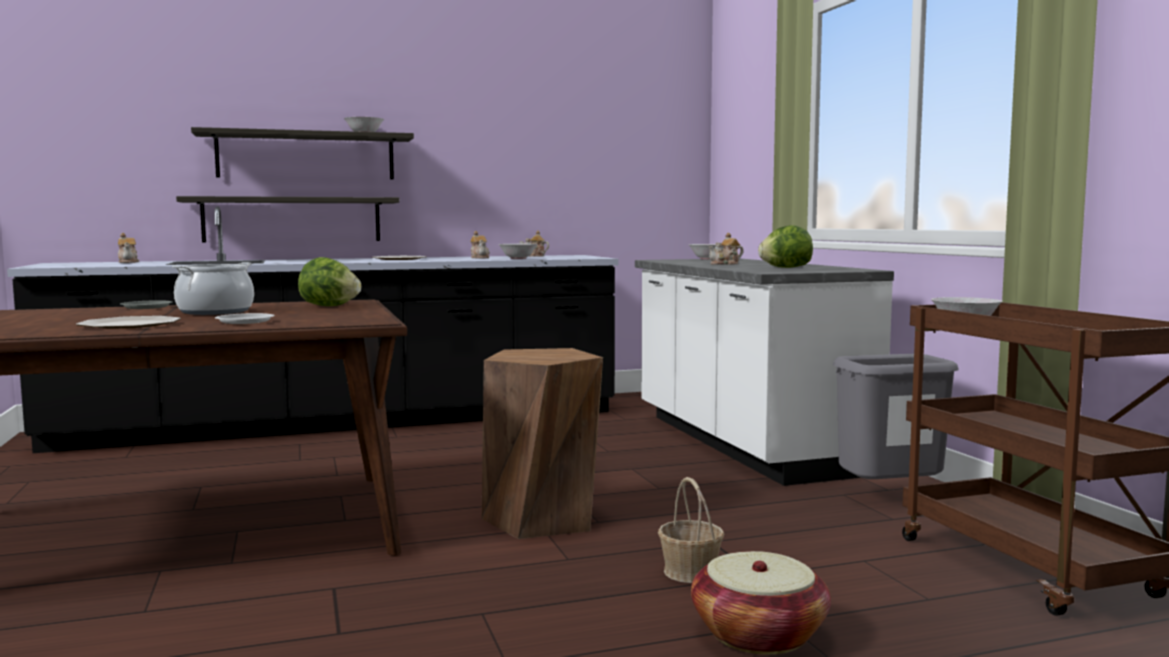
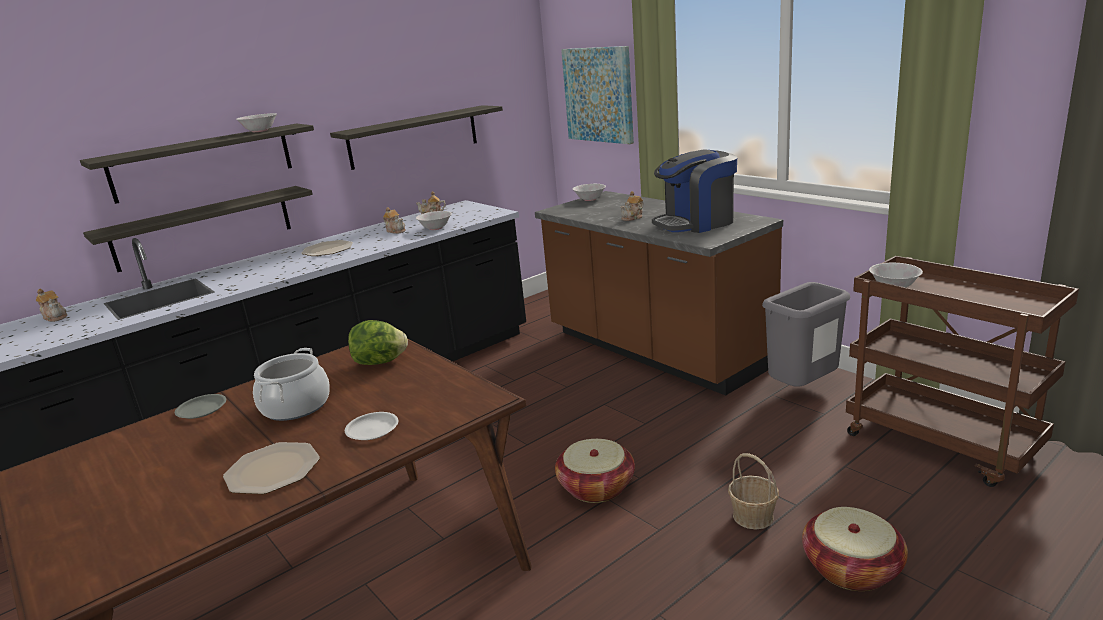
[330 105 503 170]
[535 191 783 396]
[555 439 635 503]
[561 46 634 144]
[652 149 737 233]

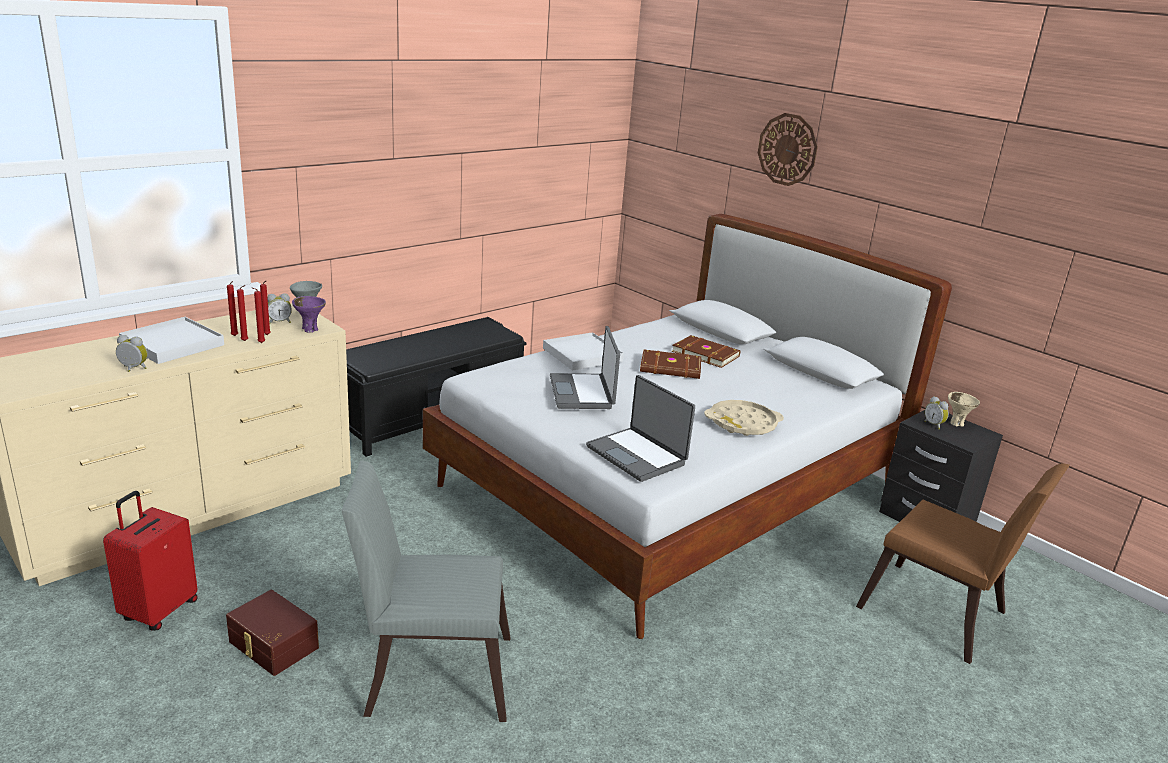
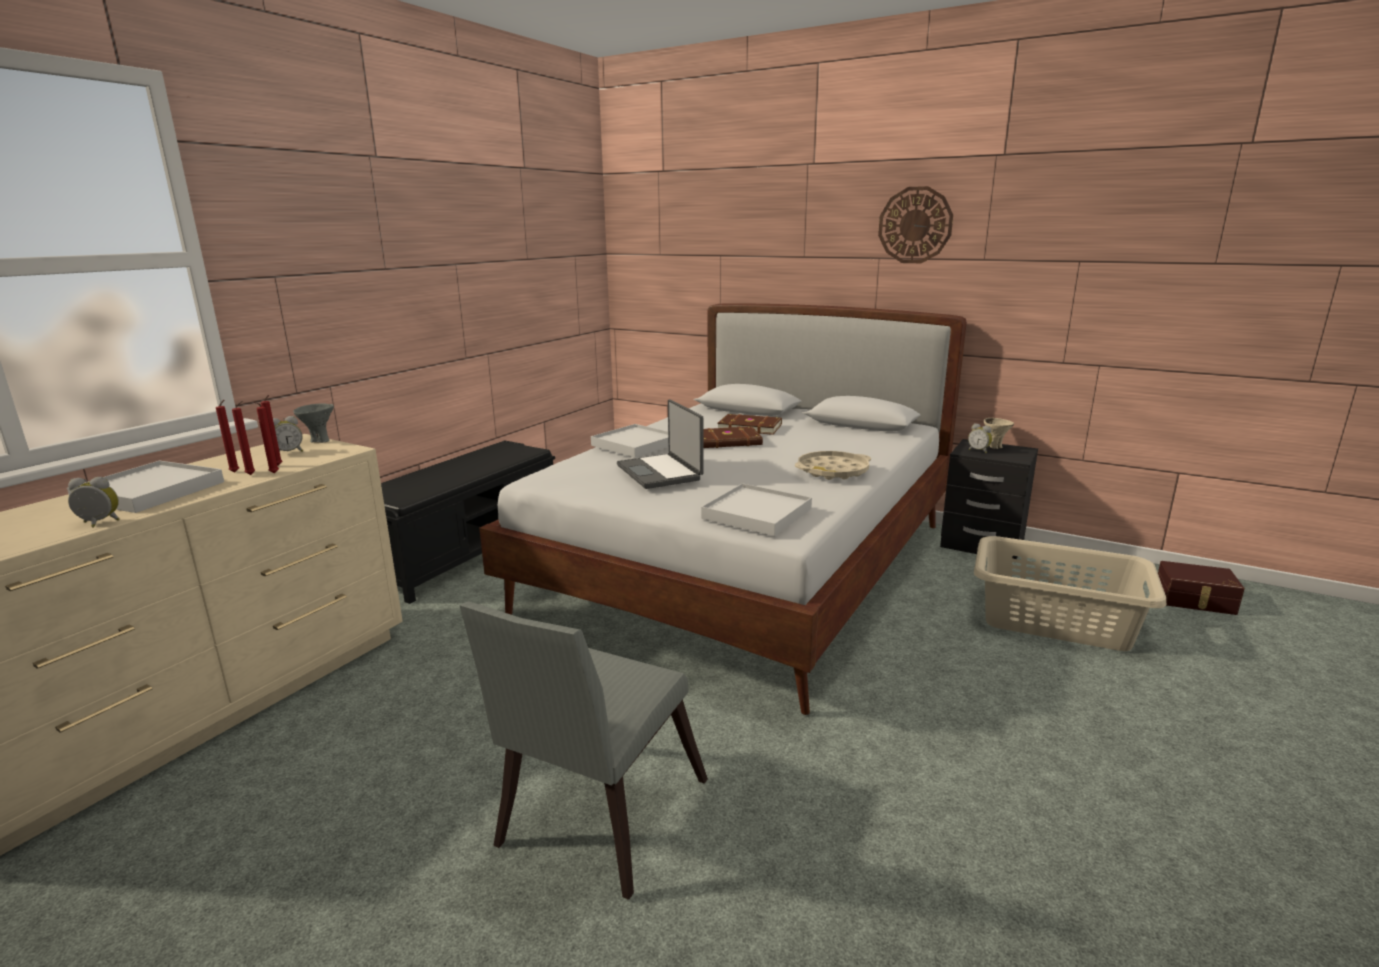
[460 601 708 900]
[701 483 812 536]
[878 186 953 263]
[974 536 1166 651]
[1158 561 1245 615]
[103 491 198 631] (first image)
[292 296 326 333] (first image)

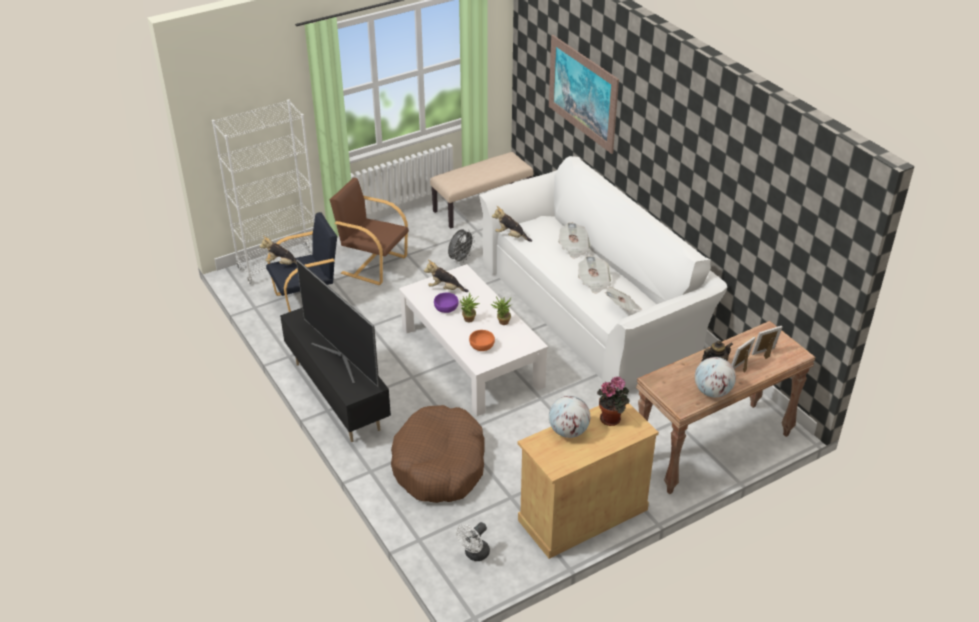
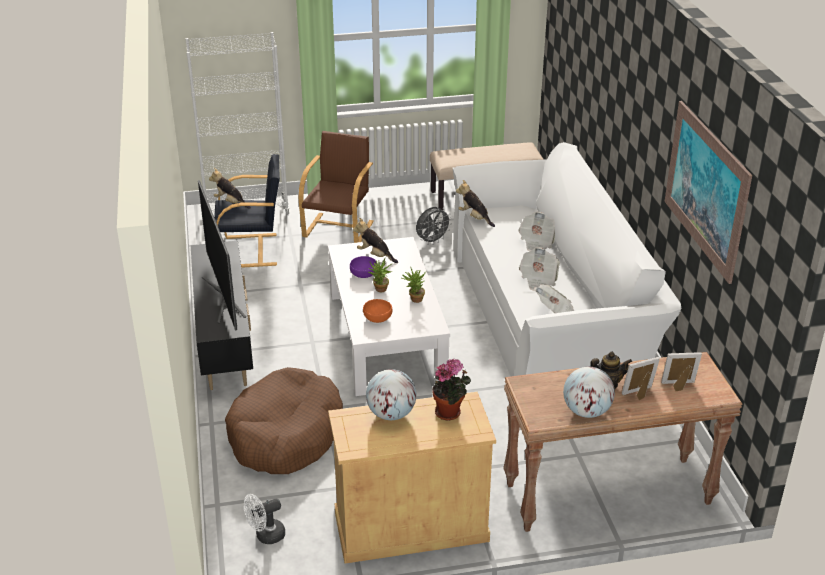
[299 131 374 243]
[664 101 752 284]

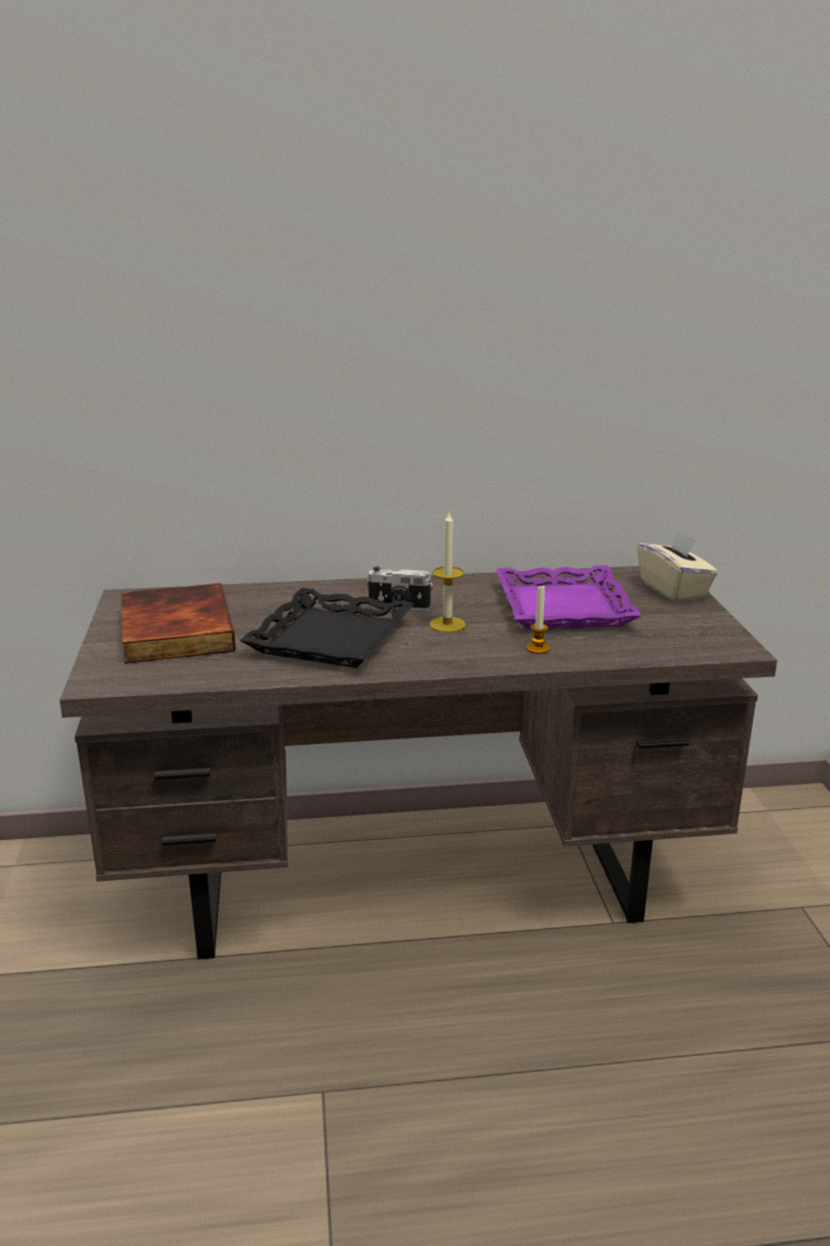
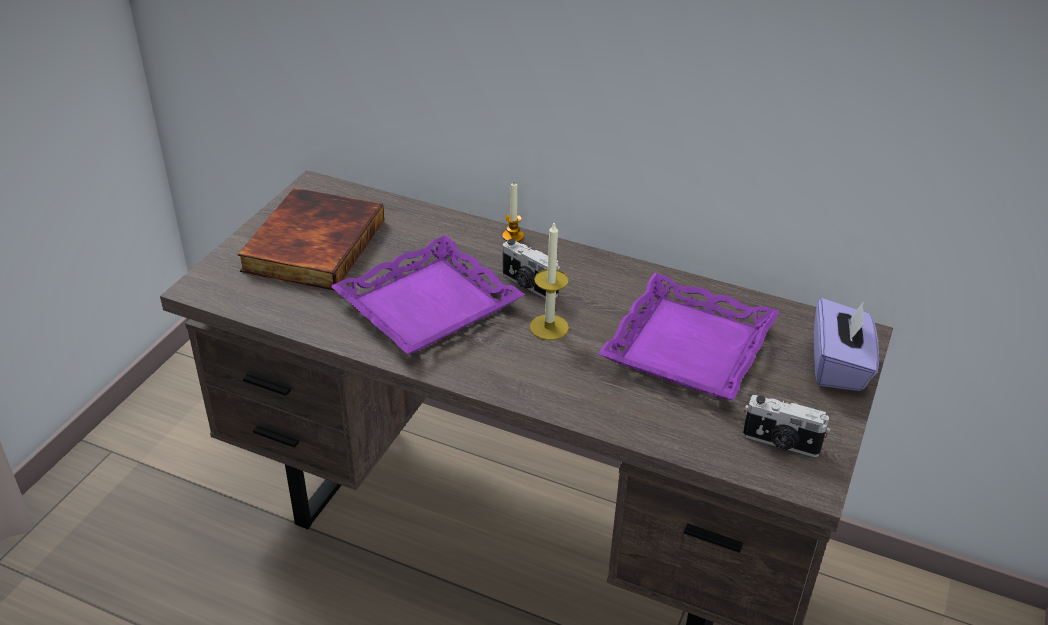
[331 235 525 354]
[502 183 524 242]
[743 395 830 457]
[814 298 879 391]

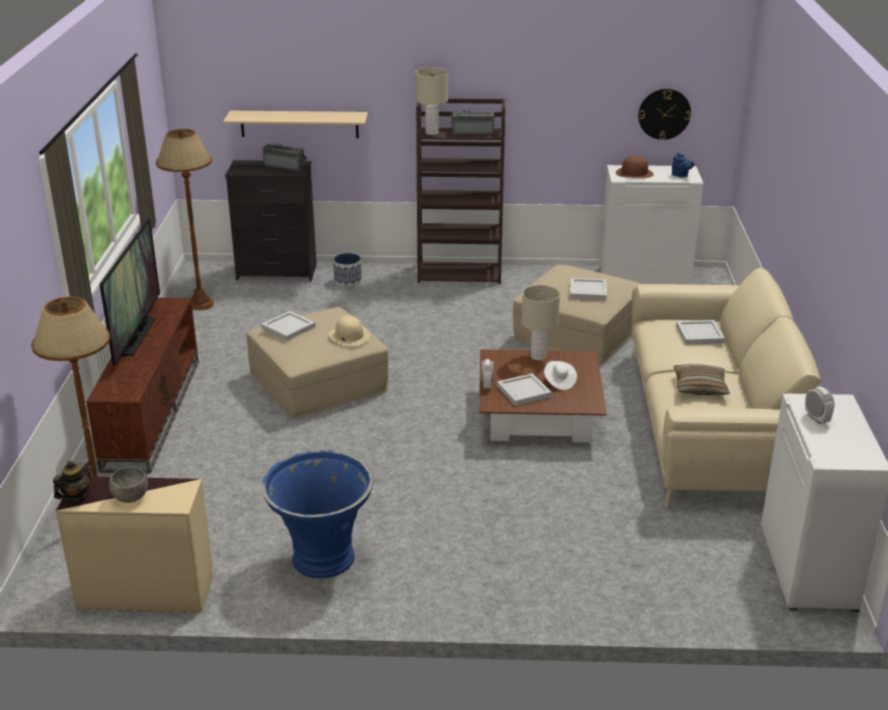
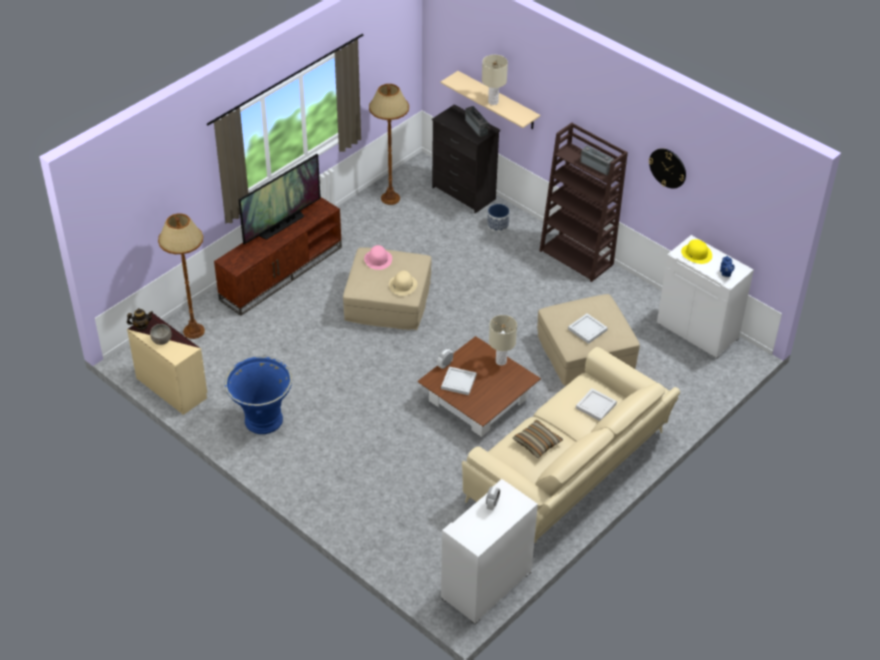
[364 245 392 270]
[482 55 508 105]
[649 148 686 189]
[681 239 712 264]
[544 361 577 390] (first image)

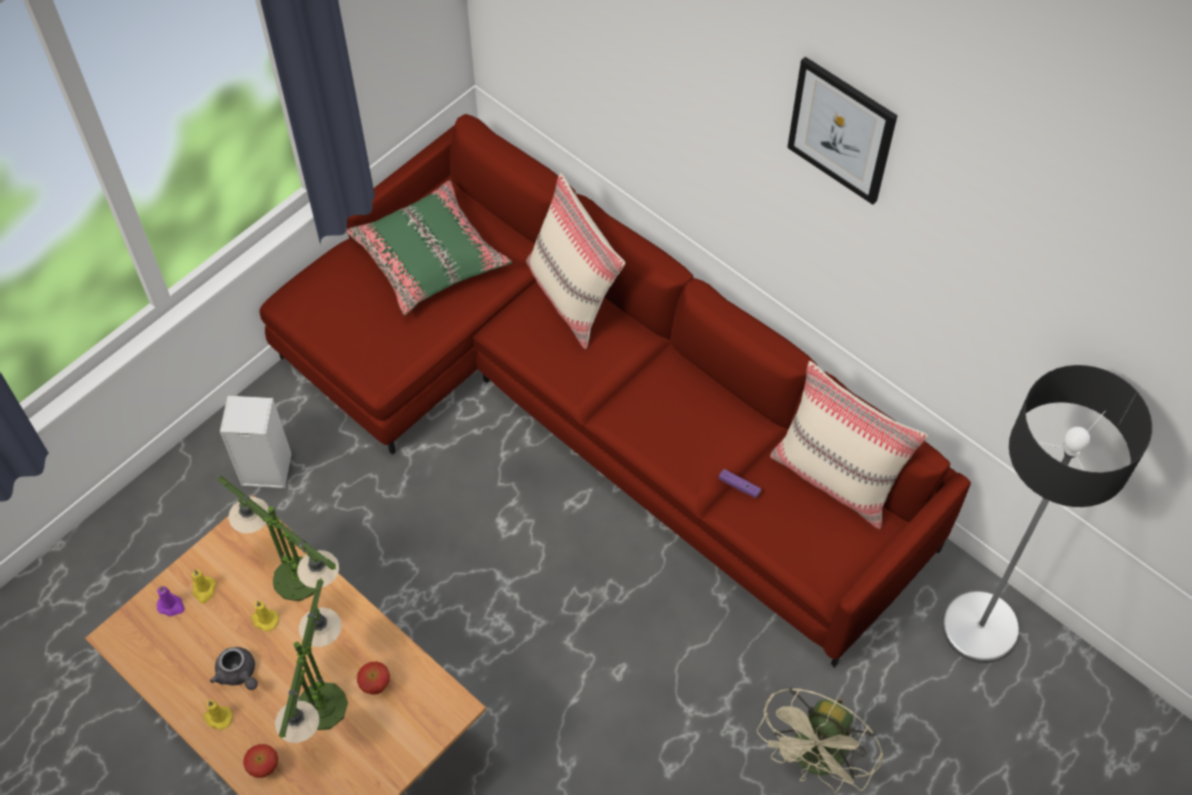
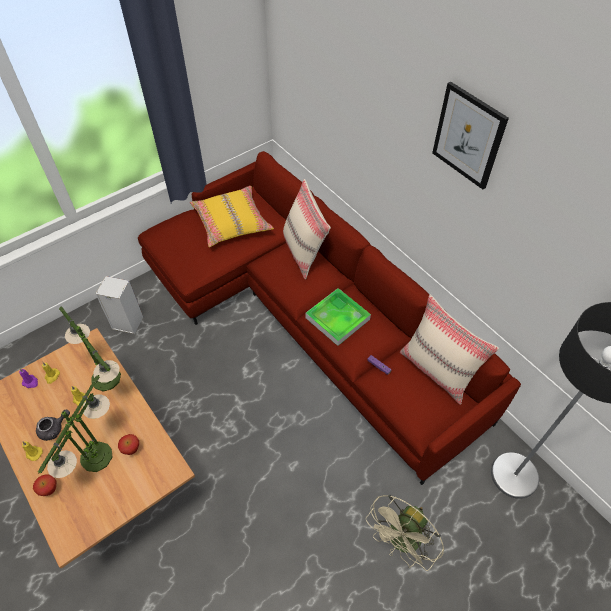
[36 410 70 441]
[190 186 274 247]
[306 288 371 346]

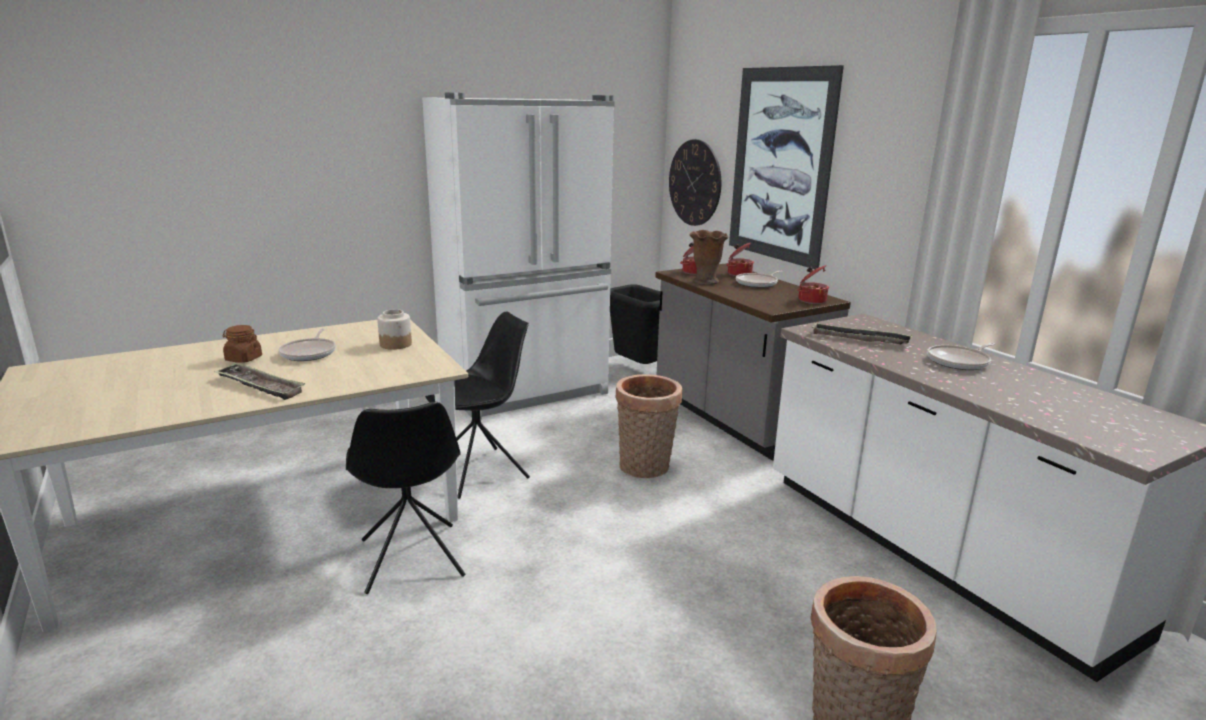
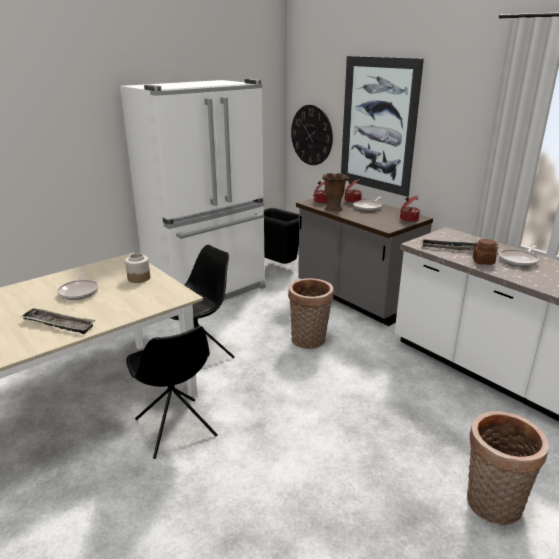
[473 239 499 265]

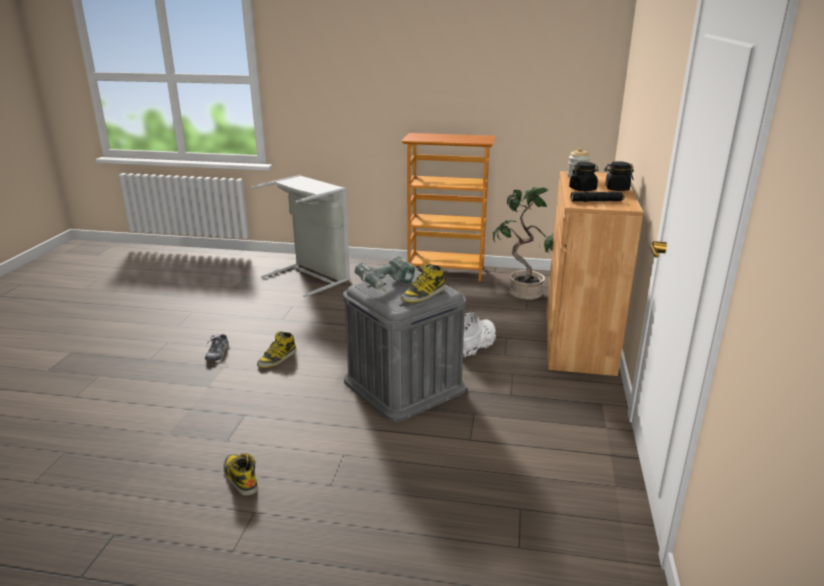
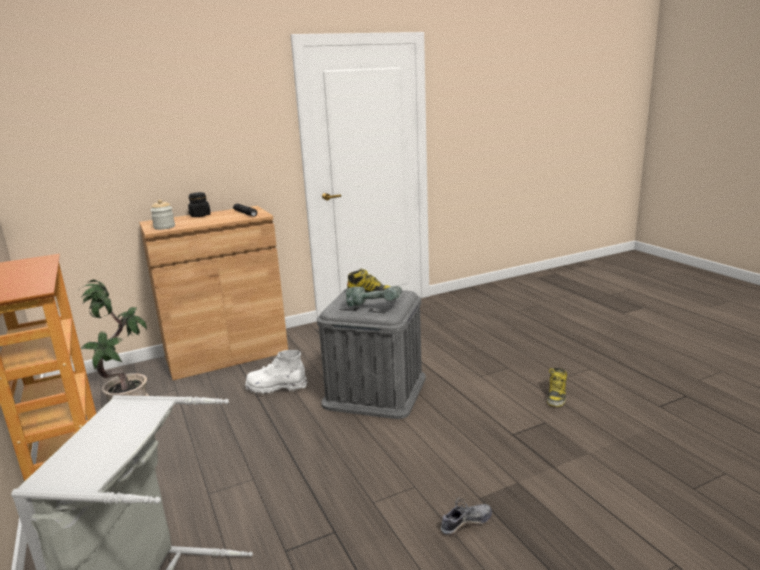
[257 331 296 368] (first image)
[569 162 598 191] (first image)

